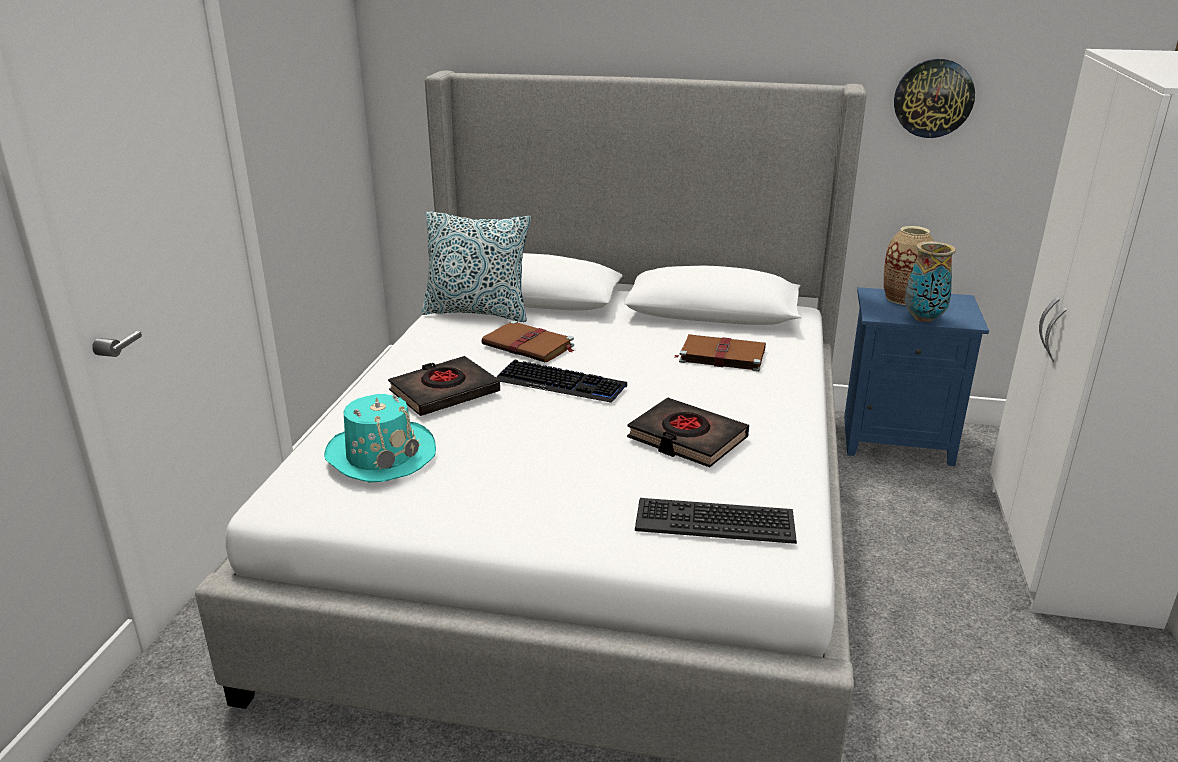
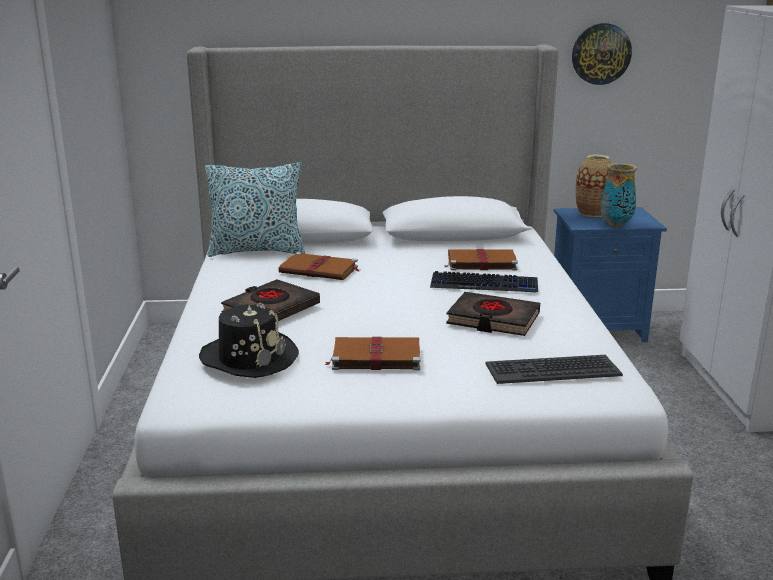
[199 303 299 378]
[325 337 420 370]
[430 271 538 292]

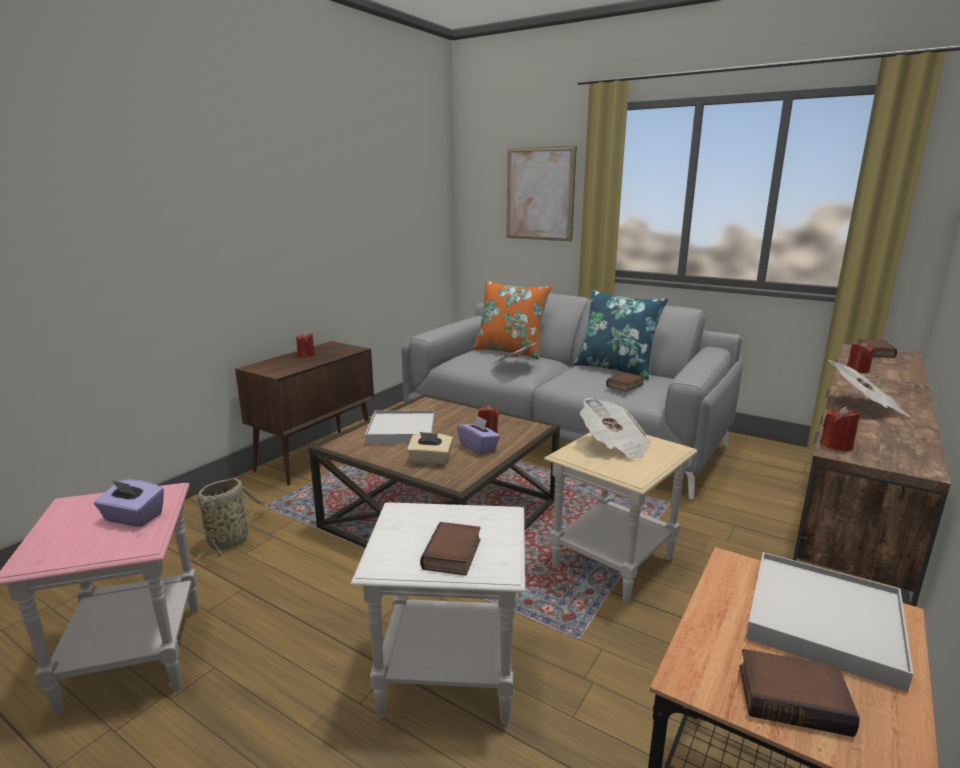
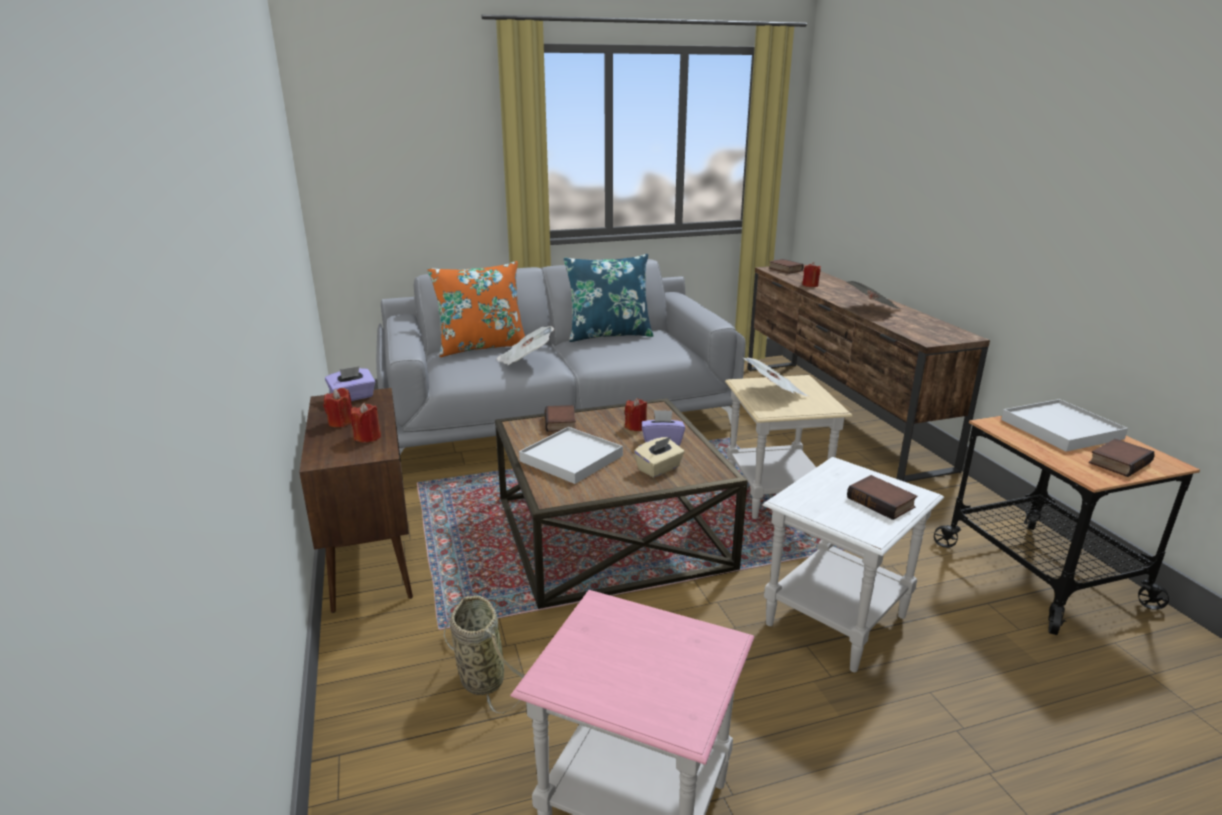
[325 366 375 401]
[351 402 381 443]
[545 405 576 432]
[506 146 577 241] (first image)

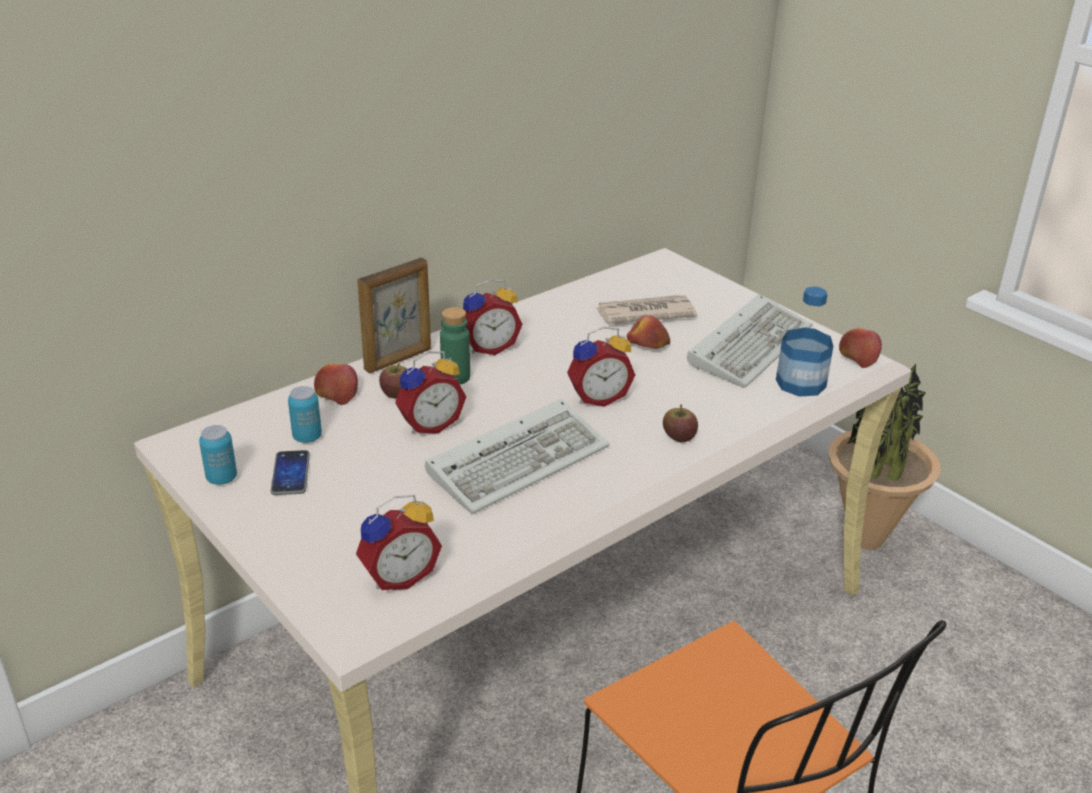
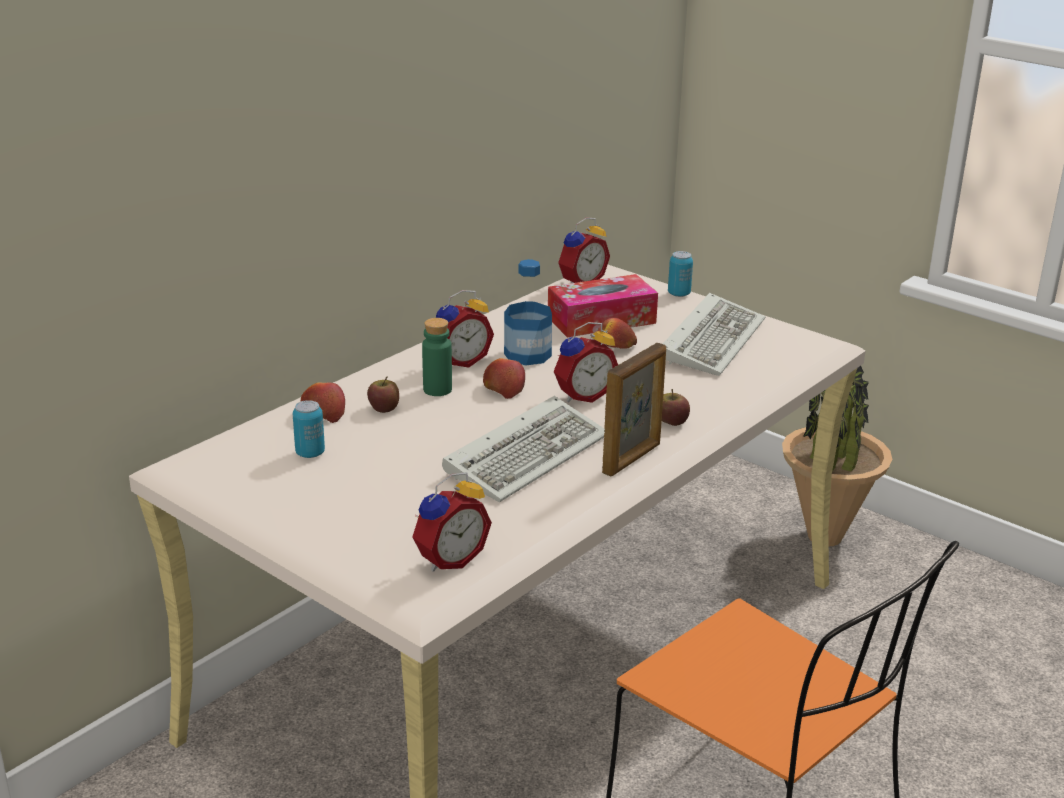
[483 358 525 399]
[504 259 552 365]
[548 274 658 337]
[558 217 610 283]
[602 343 666 477]
[668 251 693 297]
[271 450 310 495] (first image)

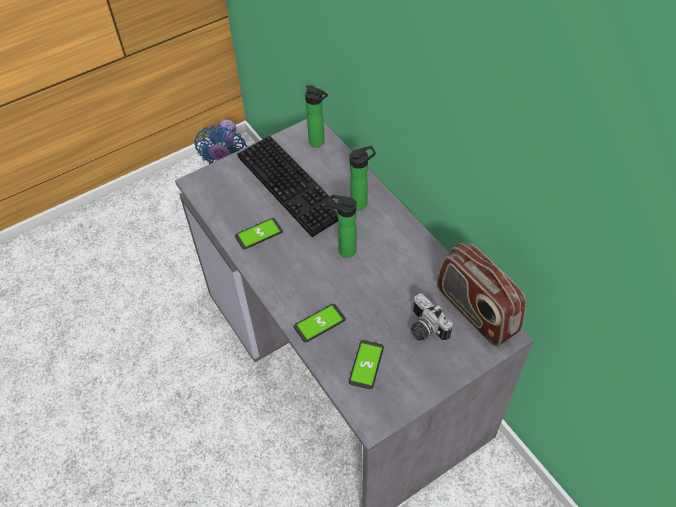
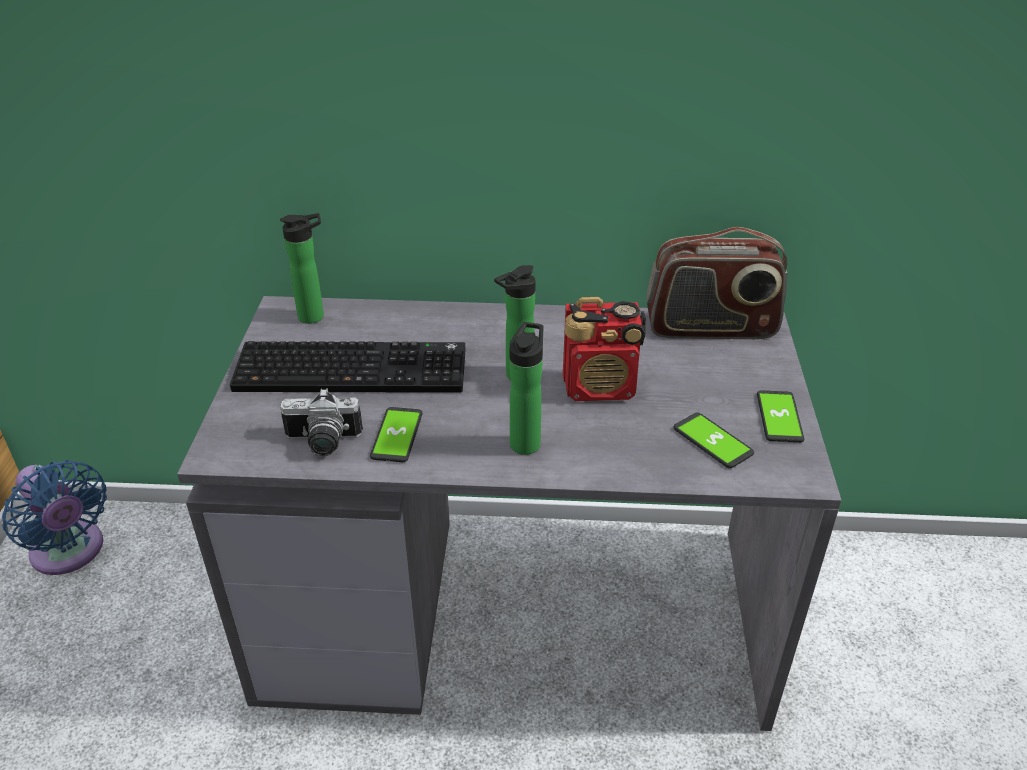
[280 388 363 456]
[509 322 543 455]
[563 297 646 401]
[757 390 804 443]

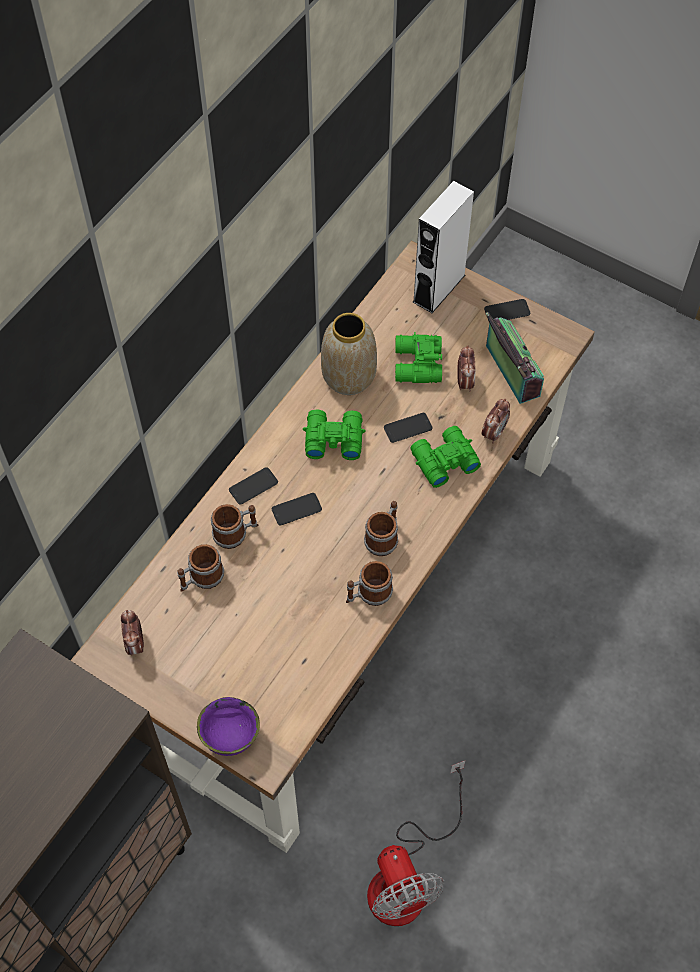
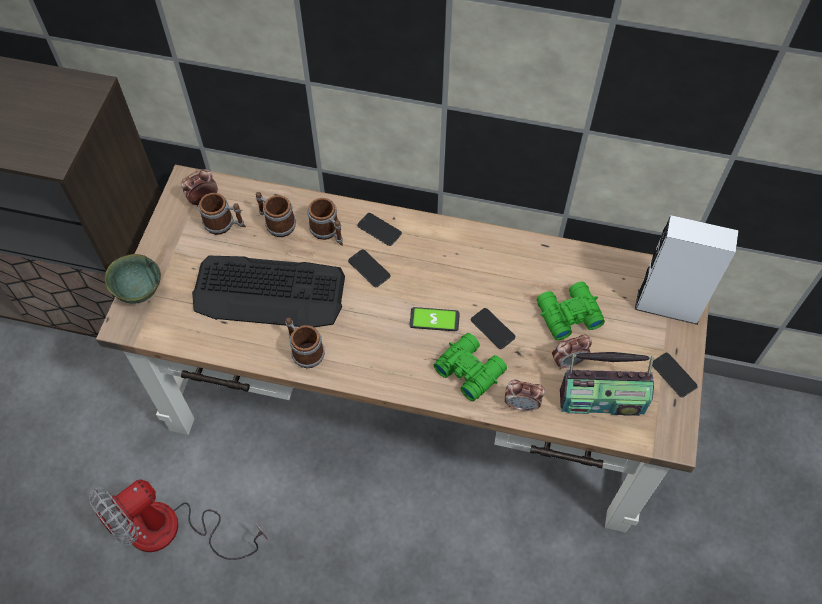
[105 254 161 304]
[192 256 345 327]
[199 193 246 235]
[410 307 460 331]
[560 352 654 416]
[303 409 366 460] (first image)
[321 313 377 395] (first image)

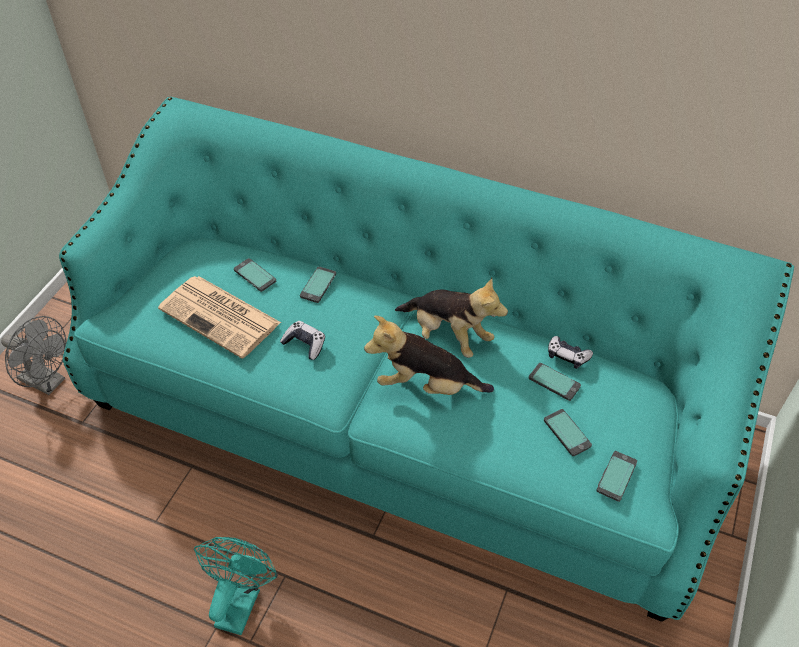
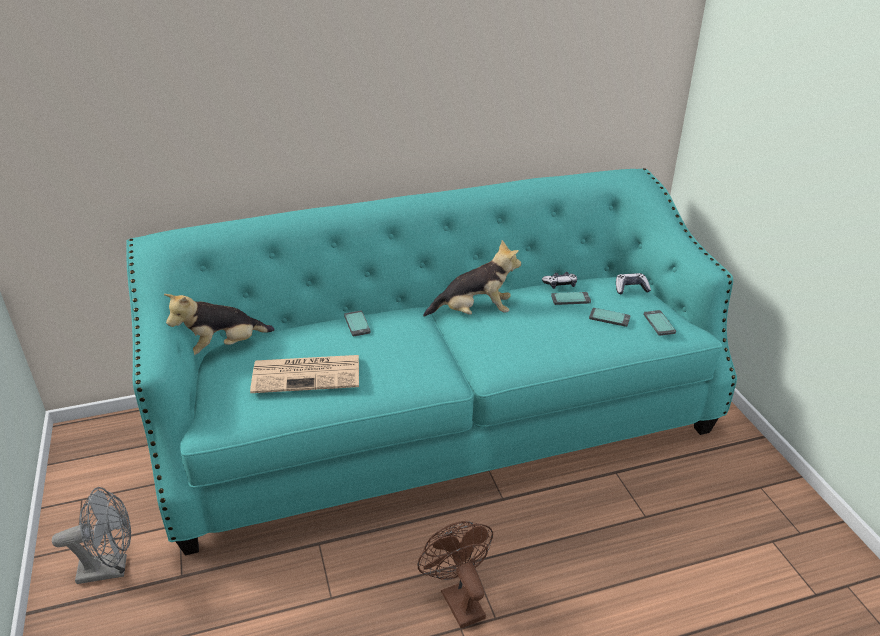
[164 294 275 355]
[417 521 493 628]
[616 273 651 294]
[234 258 276 292] (first image)

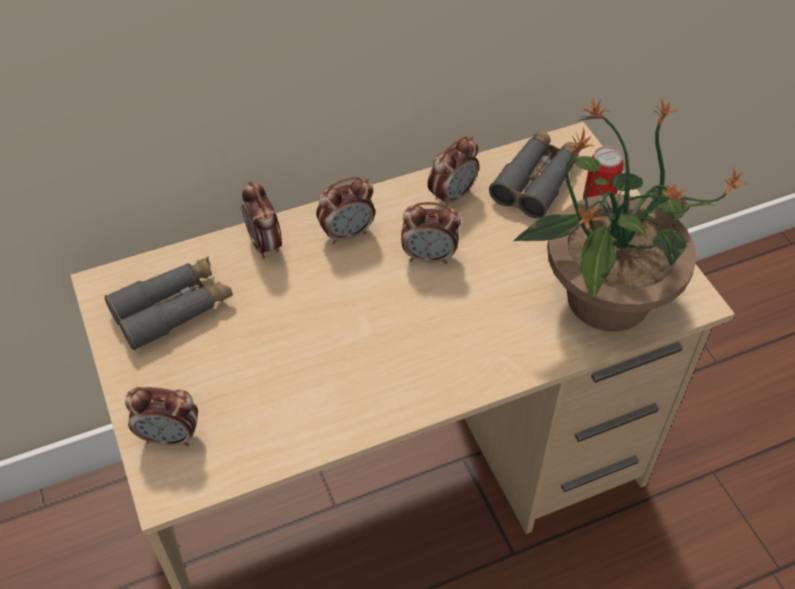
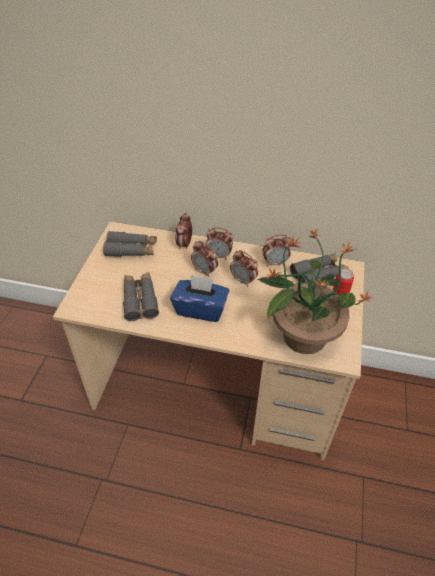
[123 272 159 321]
[170 275 229 322]
[191 241 218 277]

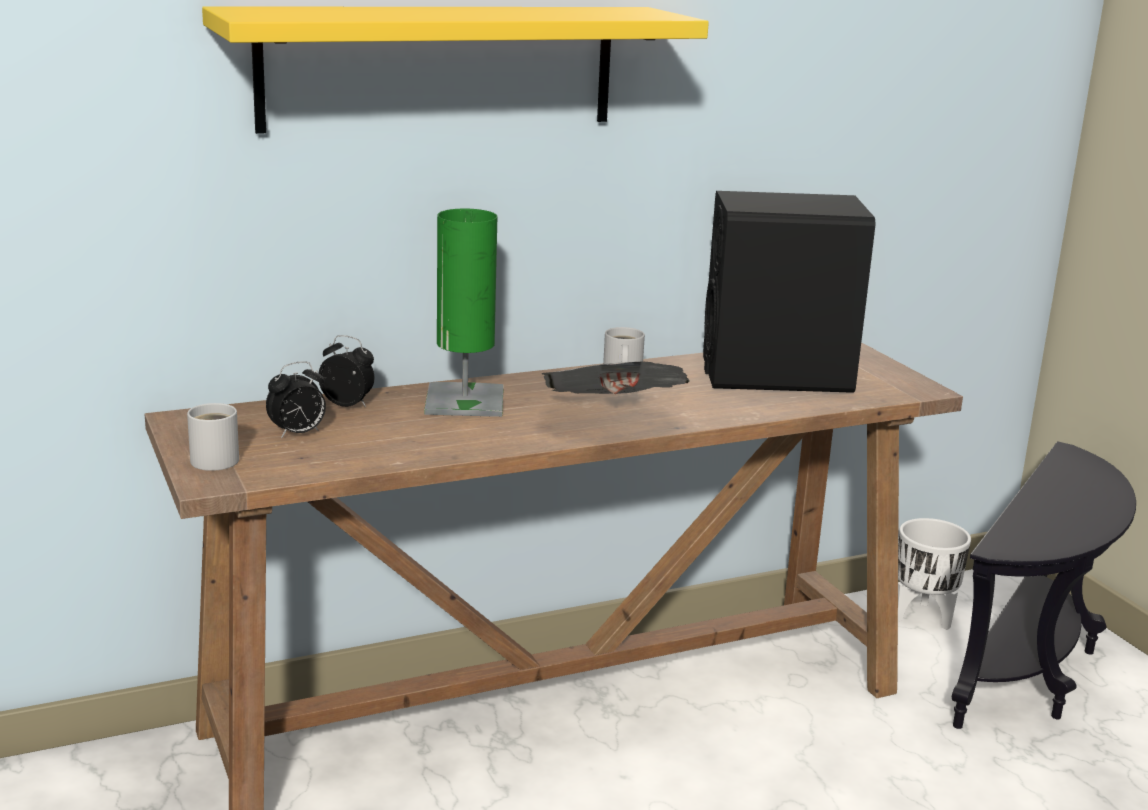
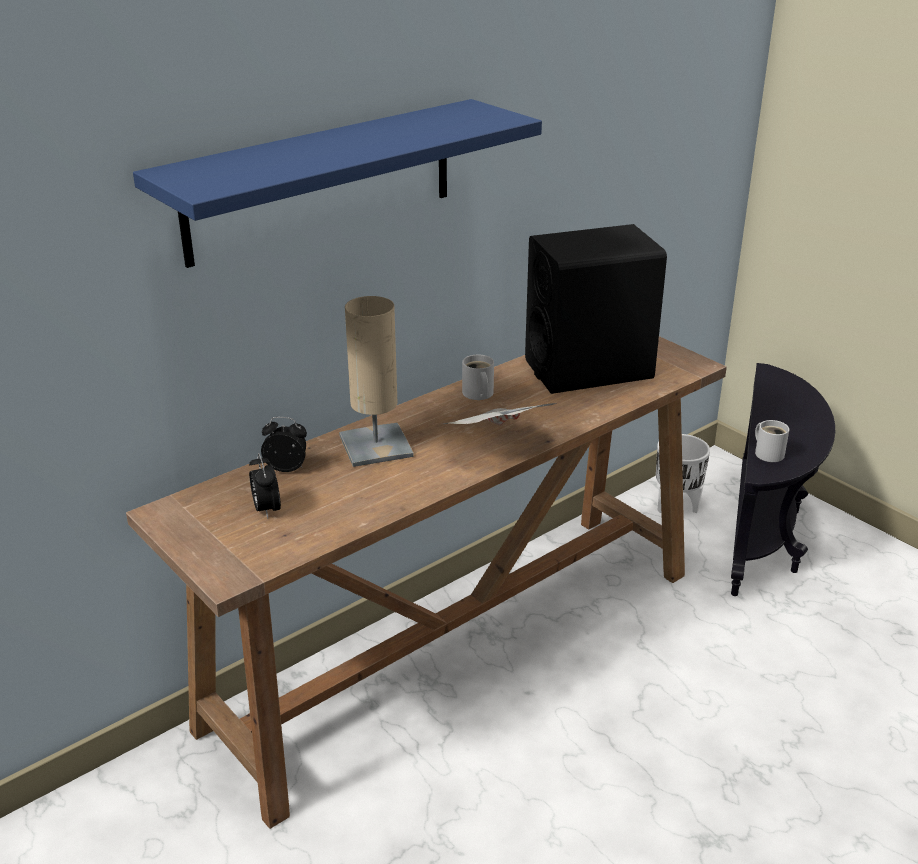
[133 99 542 268]
[249 453 281 519]
[339 296 414 467]
[755 420 789 462]

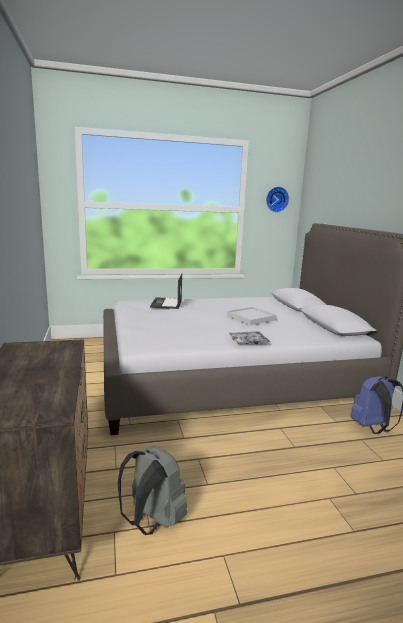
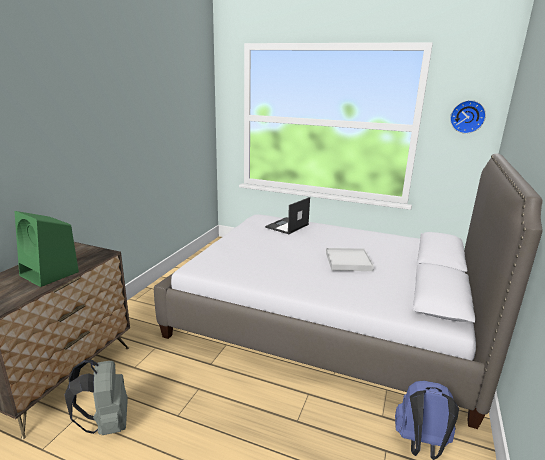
[15 211 79 287]
[229 331 270 344] (first image)

